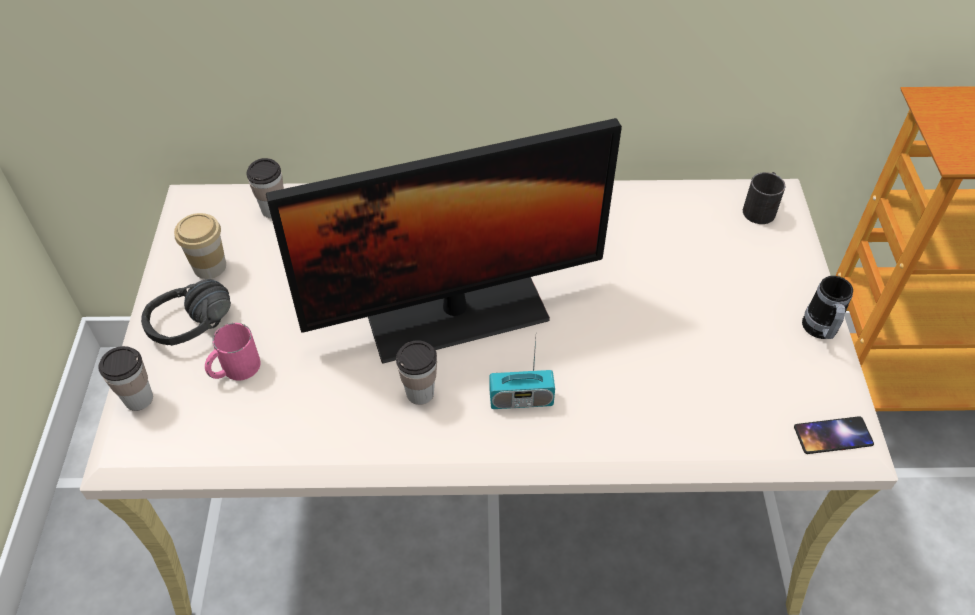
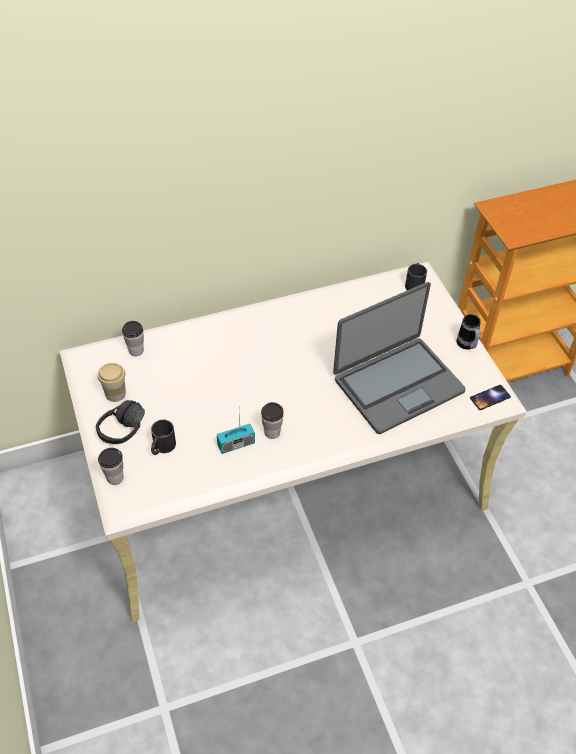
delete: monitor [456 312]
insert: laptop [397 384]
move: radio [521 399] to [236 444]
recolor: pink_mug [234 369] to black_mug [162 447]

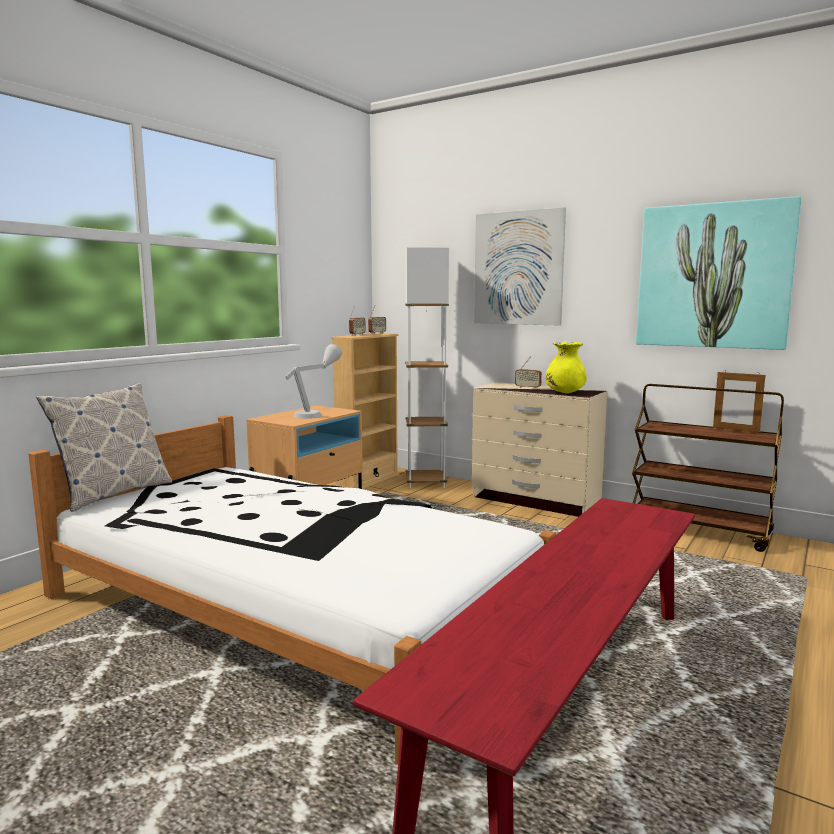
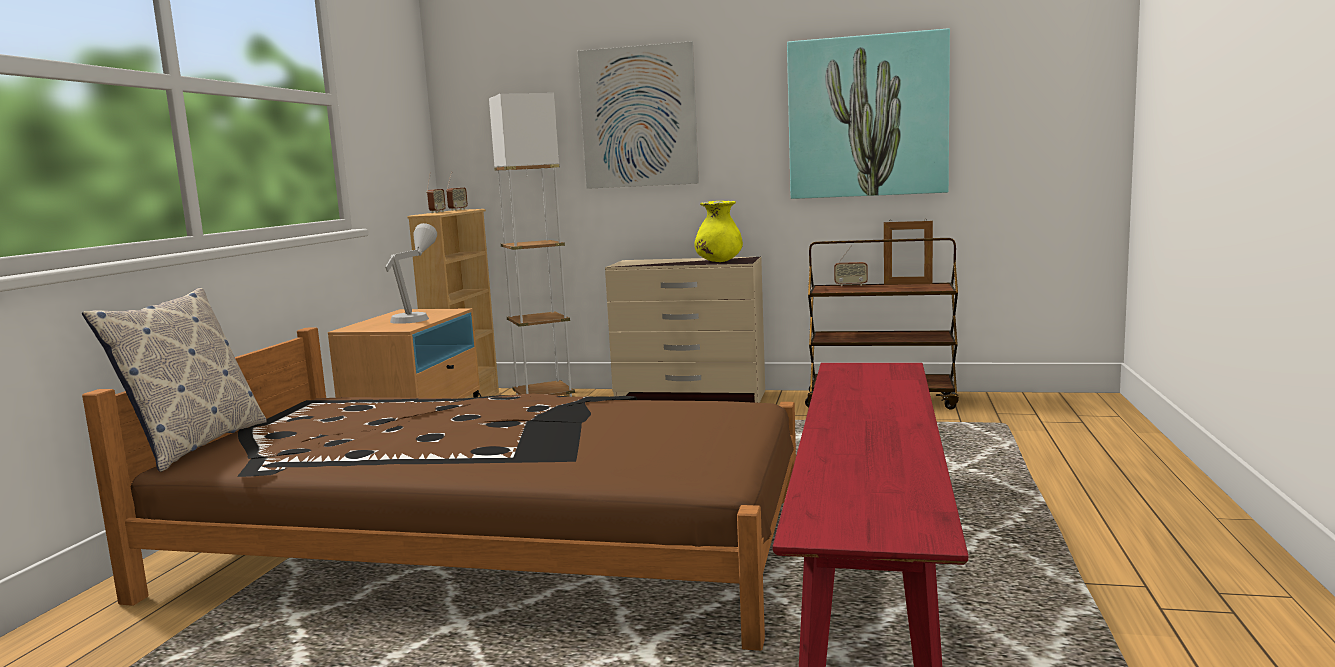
move: radio [528 388] to [851 285]
recolor: white_bed [290 606] to brown_bed [489 547]

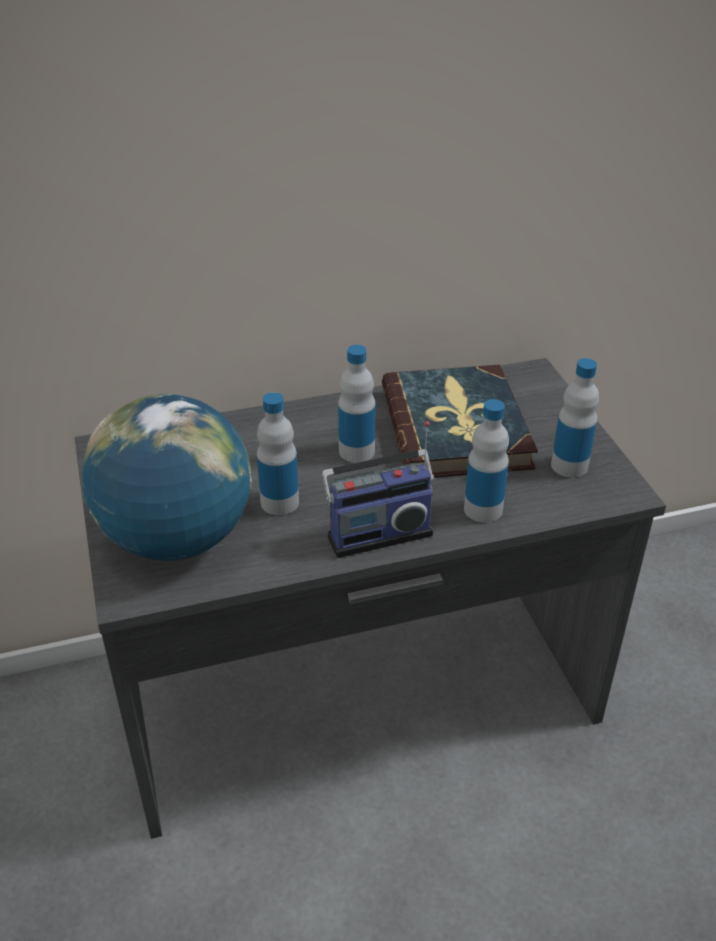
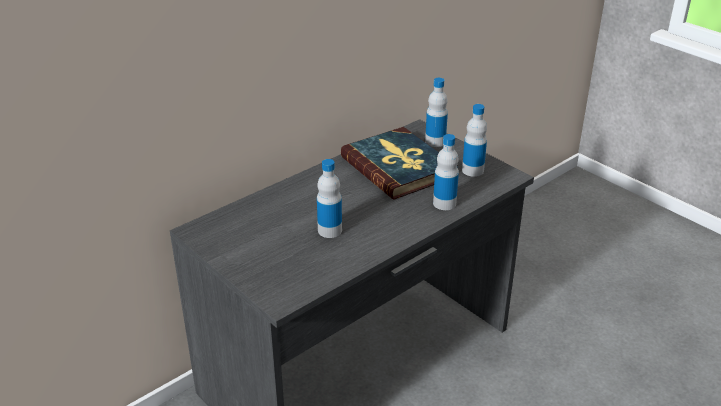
delete: globe [177 539]; radio [378 532]
move: bottle [356 451] to [435 141]

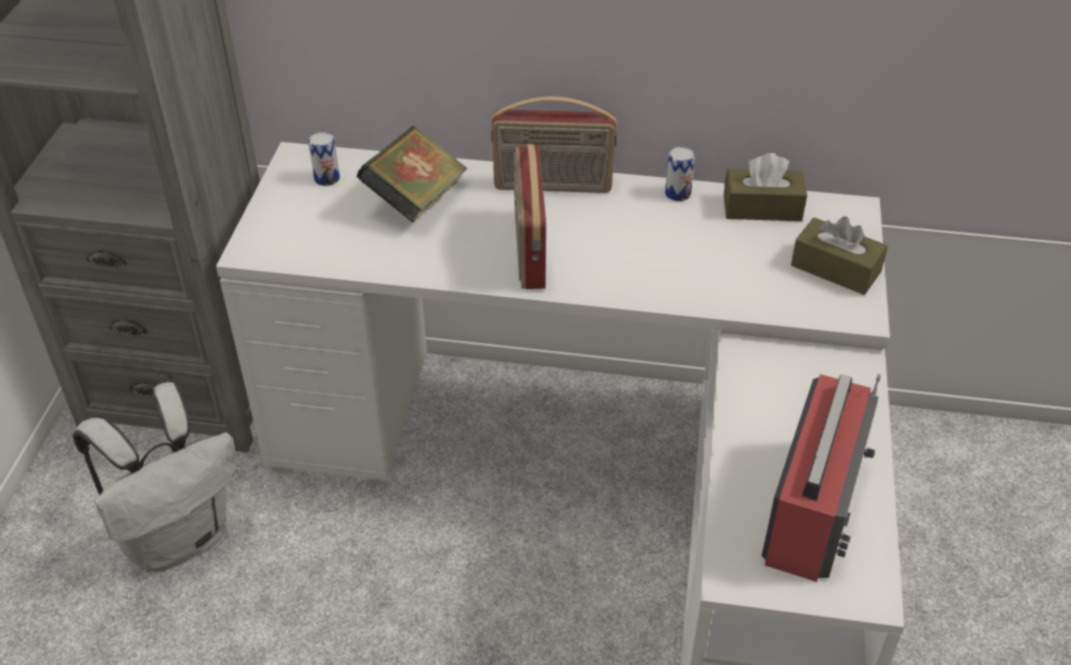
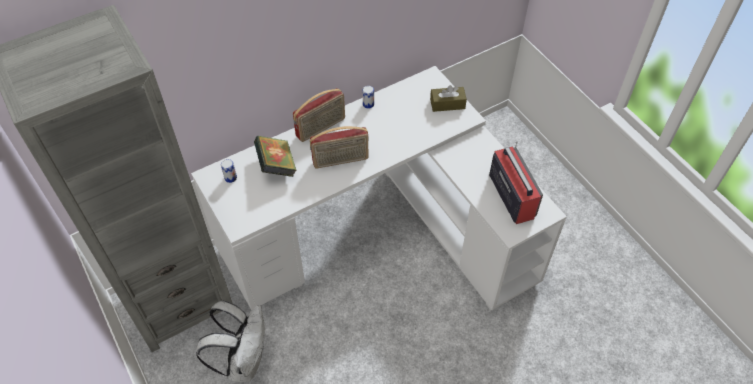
delete: brown_tissue_box [762 208]
rotate: radio [528 250] = [340 160] 60 degrees counterclockwise

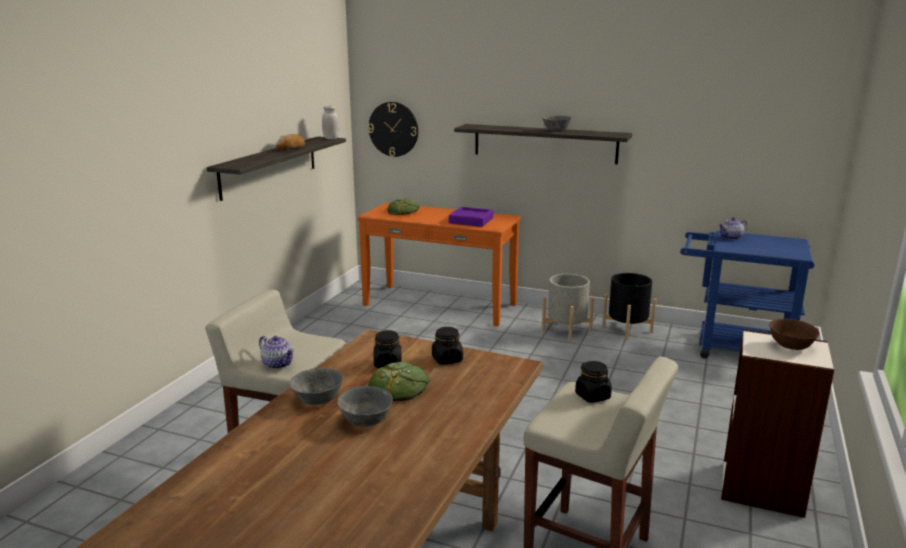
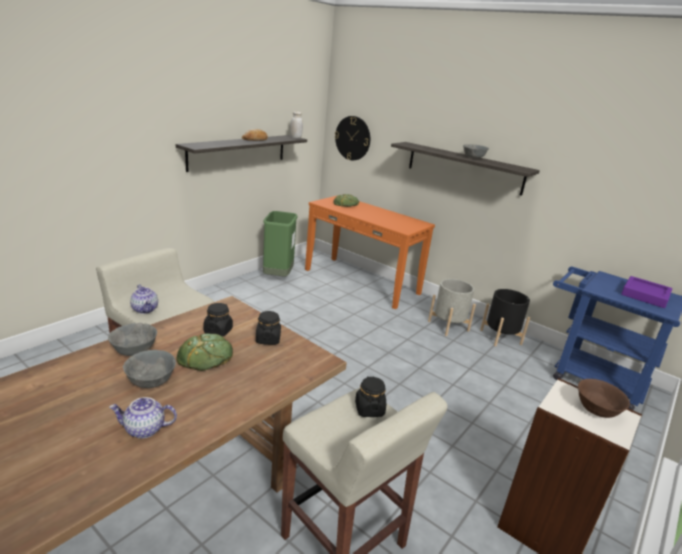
insert: green_trash_can [278 276]
move: purple_tray [471 220] to [645 295]; teapot [731 237] to [144 429]

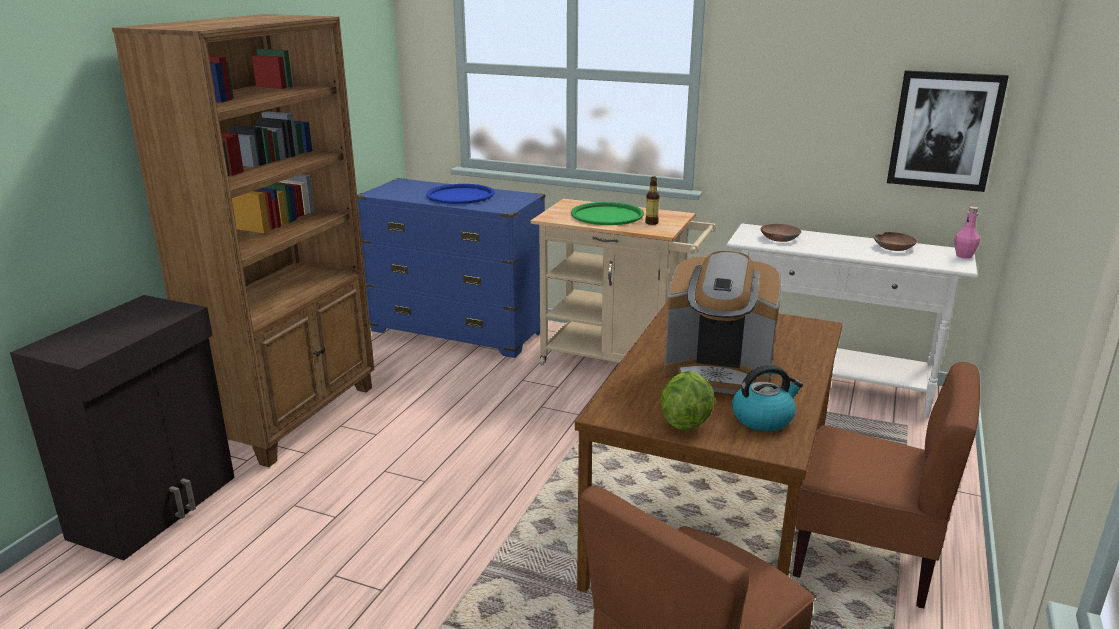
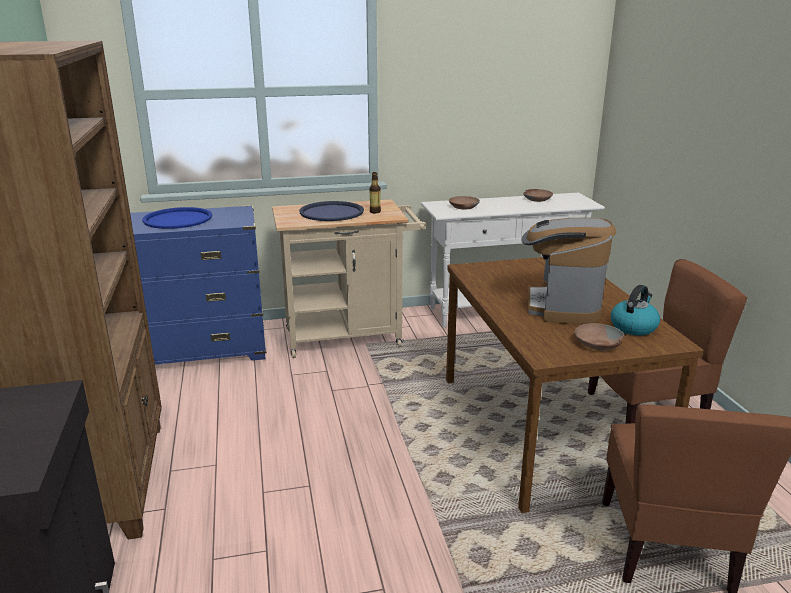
delete: picture [944 130]; pink_bottle [963 256]
replace: lettuce [685 421] to brown_bowl [597 344]
recolor: green_tray [607 215] to blue_tray [331 212]
rotate: coffee_machine [718 372] = [562 306] 120 degrees clockwise

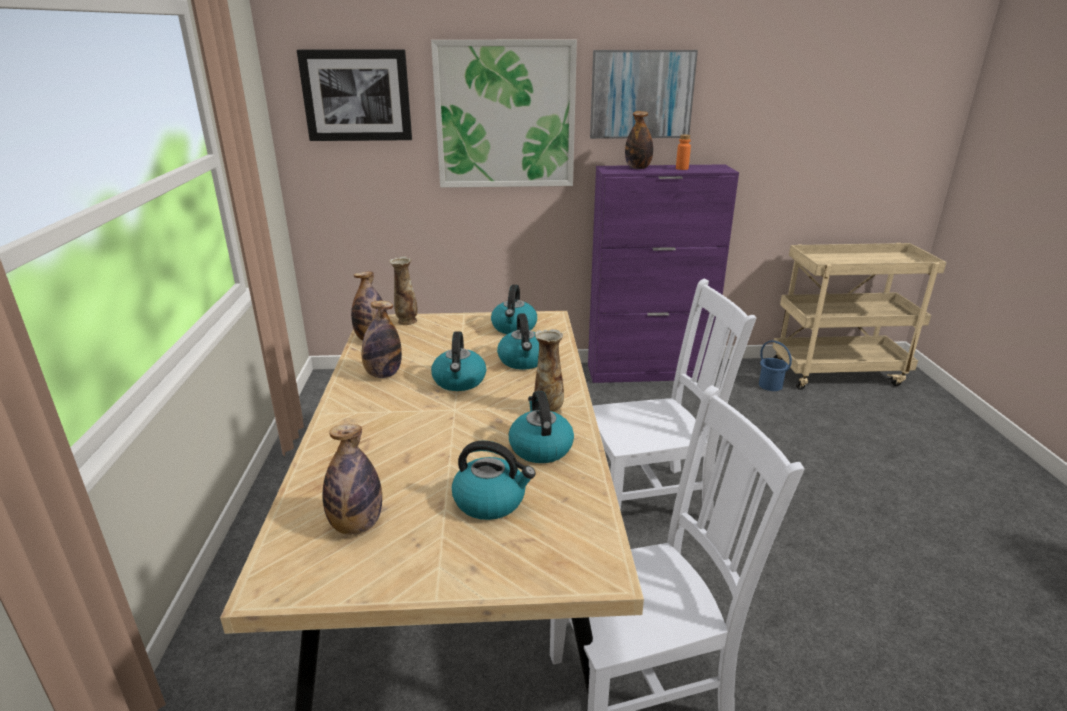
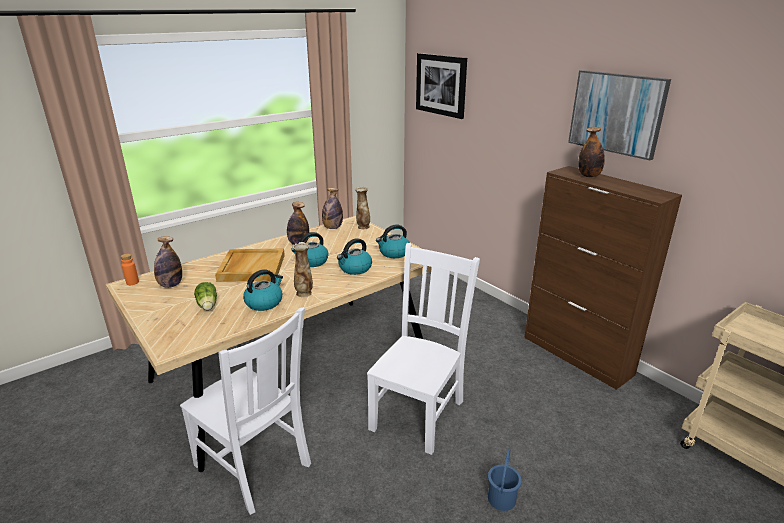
delete: picture [505 115]
insert: beige_tray [251 267]
move: orange_bottle [682 168] to [132 282]; blue_bucket [770 385] to [502 498]
replace: kettle [491 501] to lettuce [207 306]
recolor: purple_cabinet [649 372] to brown_cabinet [577 356]
rotate: white_chair [651 499] = [419 413] 105 degrees counterclockwise

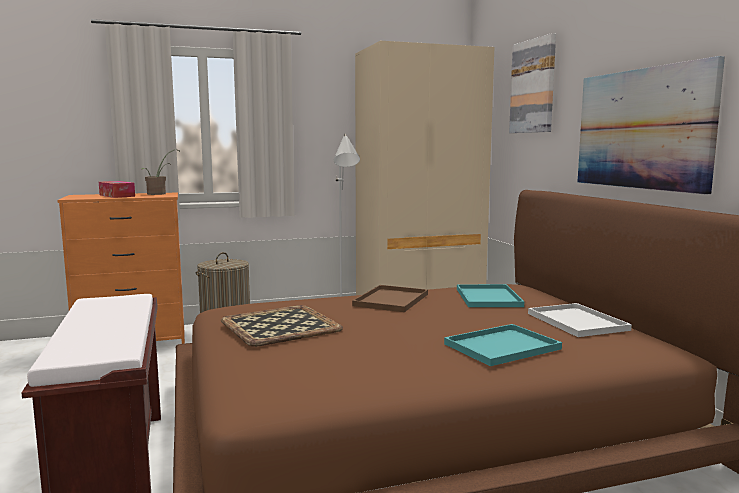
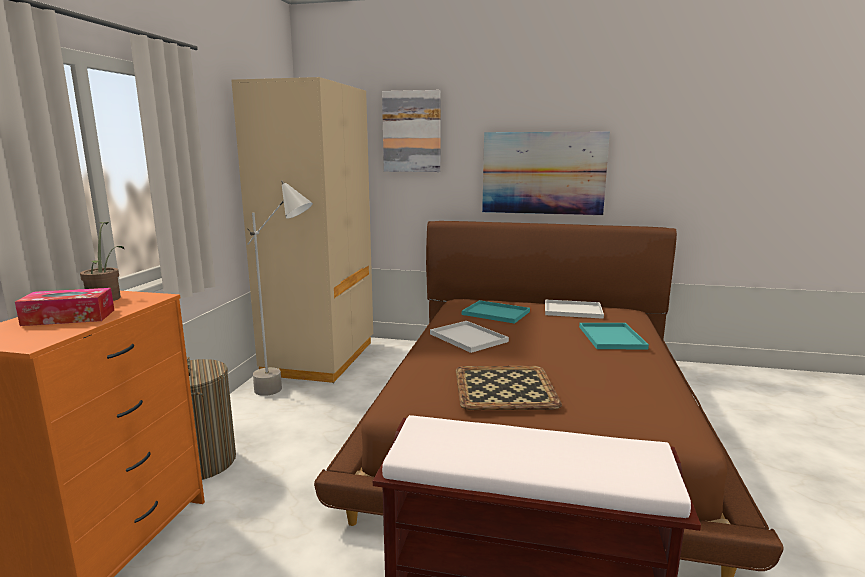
recolor: brown_tray [391 300] to white_tray [469 338]

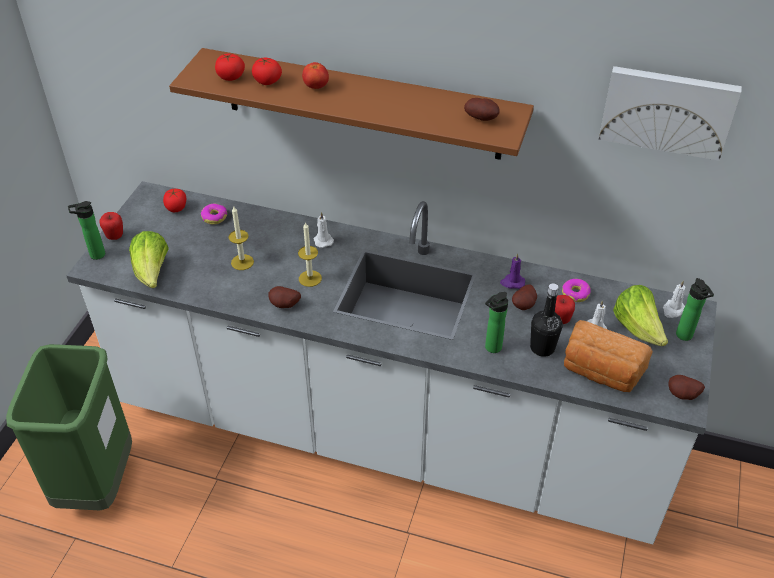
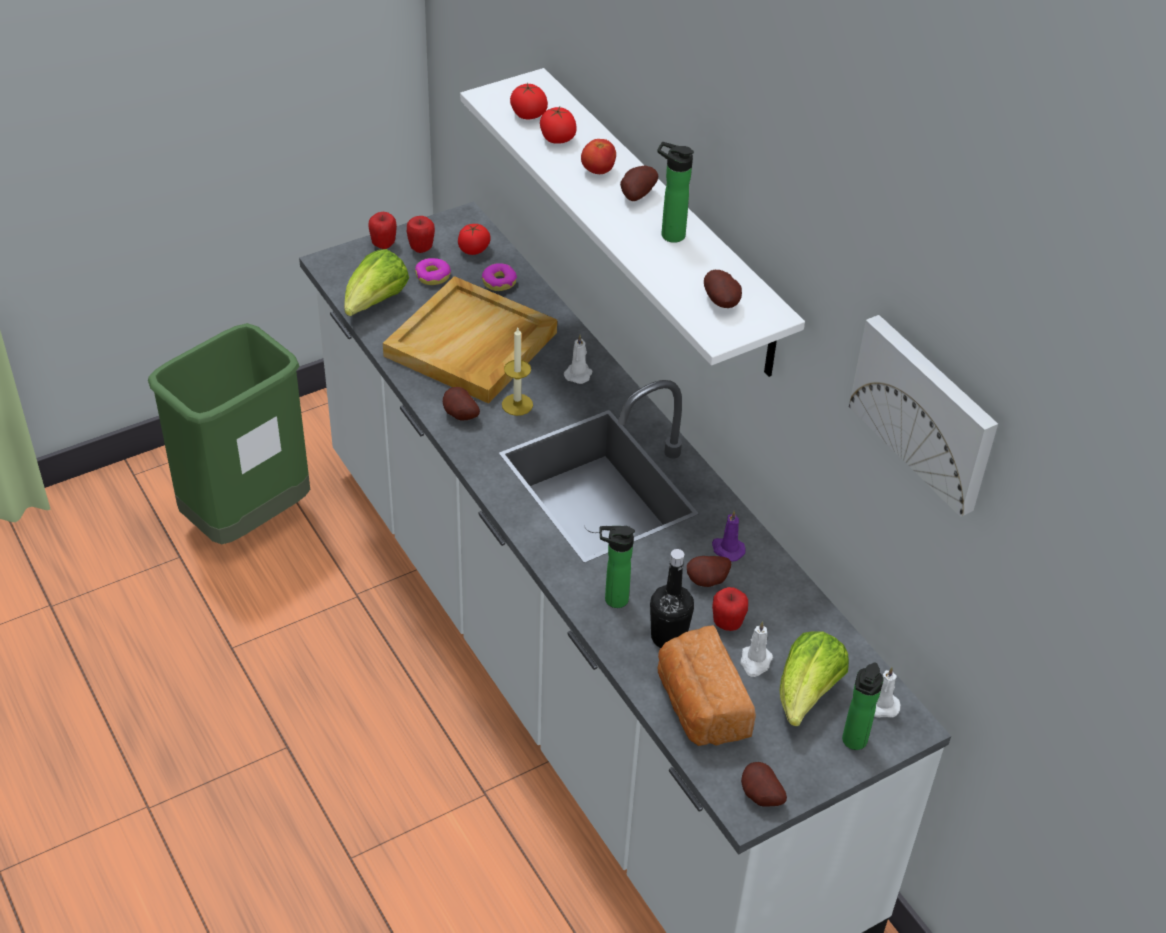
insert: apple [421 248]; potato [636 195]
move: bottle [95 255] to [669 234]; donut [575 293] to [433 276]
replace: candle [242 262] to beige_tray [471 345]
recolor: brown_shelf [361 104] to white_shelf [660 222]

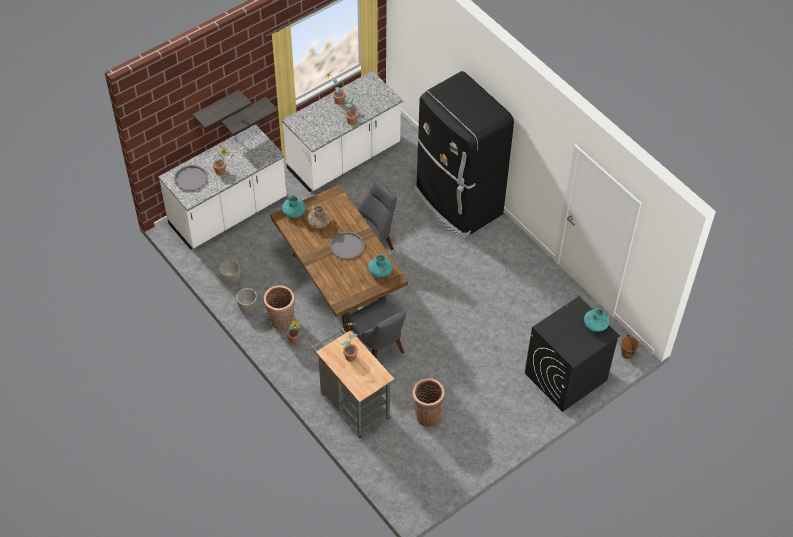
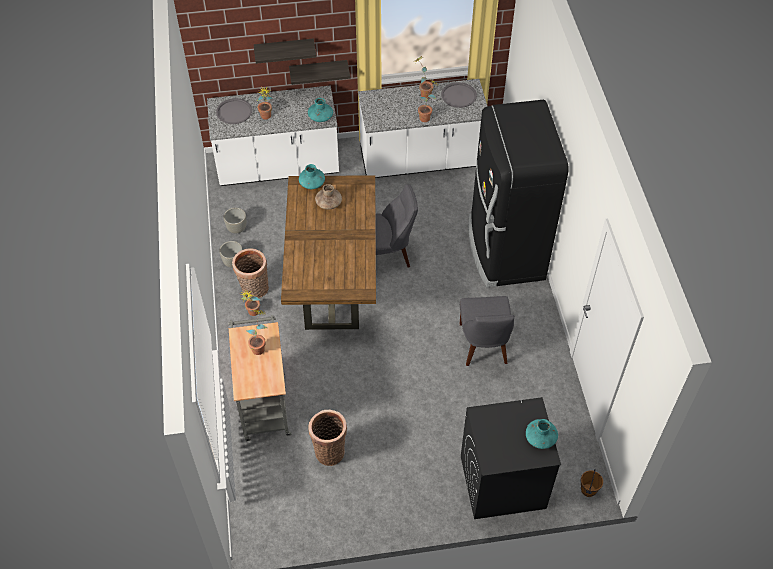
move: grey_tray [347 246] to [459 95]; grey_chair [378 347] to [483 346]; turquoise_vase [380 271] to [320 117]

